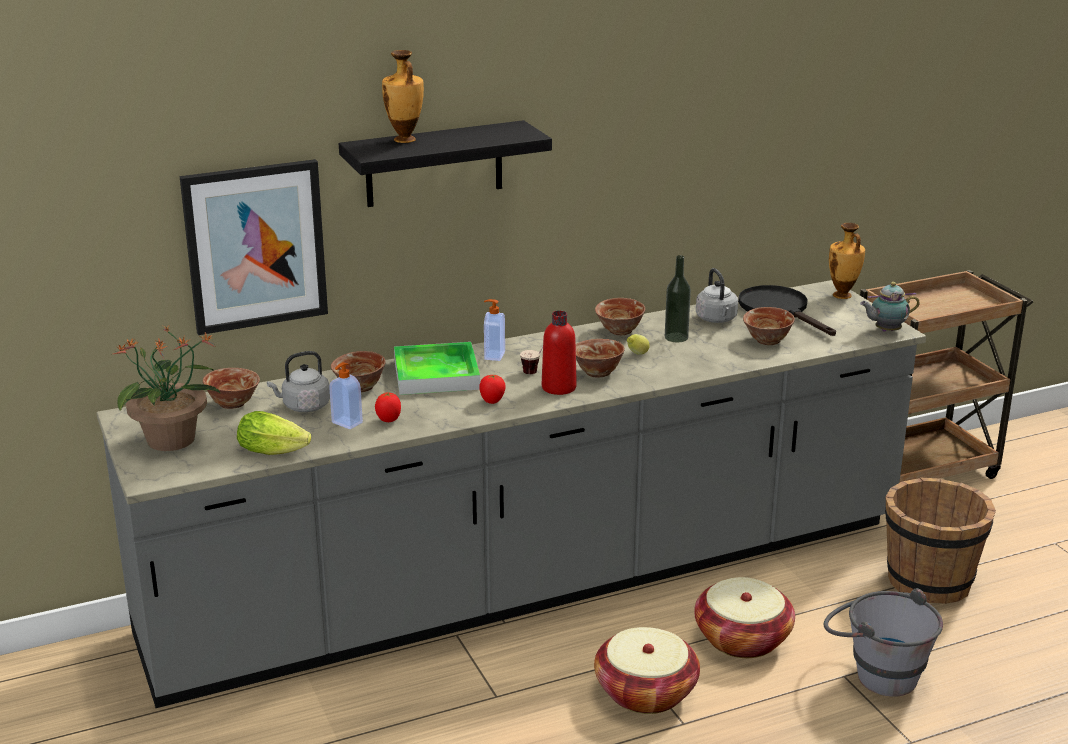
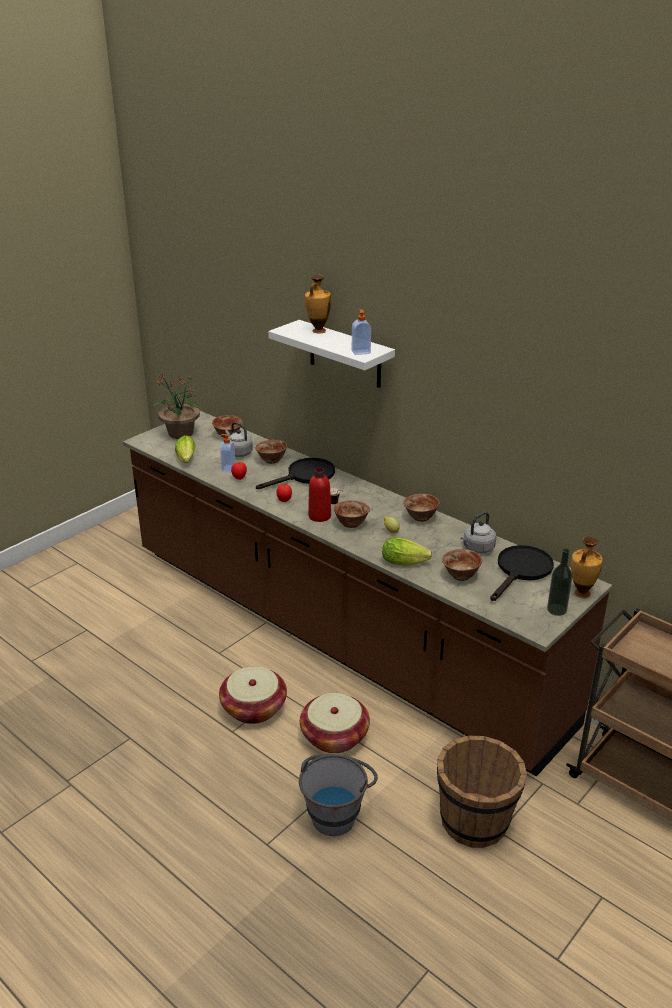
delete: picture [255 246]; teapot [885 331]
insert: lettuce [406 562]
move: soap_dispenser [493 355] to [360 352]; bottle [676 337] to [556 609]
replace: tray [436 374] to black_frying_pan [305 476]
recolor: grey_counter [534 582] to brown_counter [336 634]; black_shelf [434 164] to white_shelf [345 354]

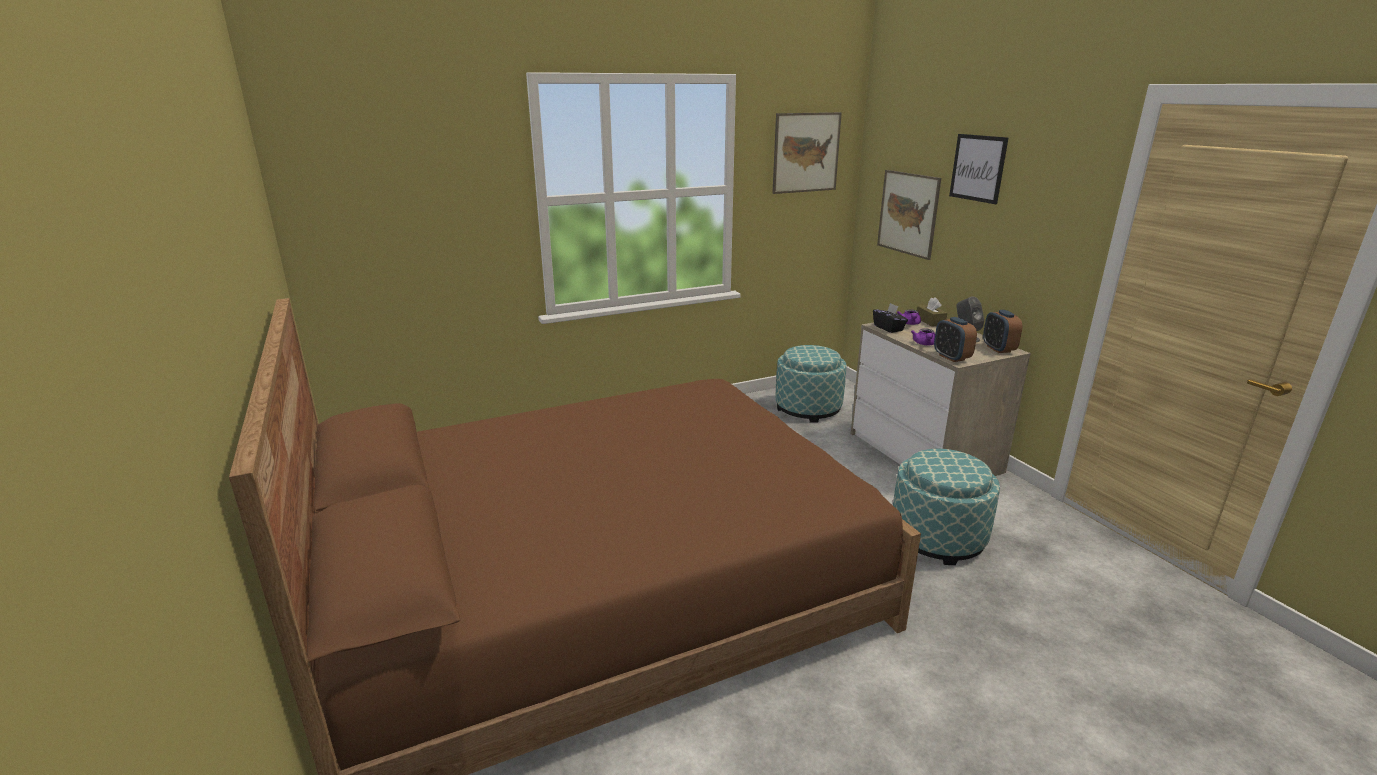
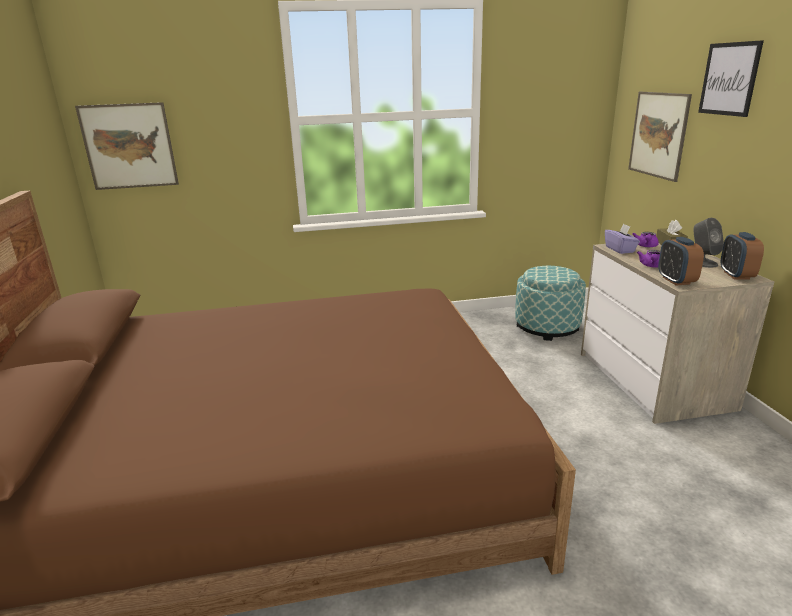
delete: ottoman [938 537]
move: picture [806 152] to [129 146]
recolor: black_tissue_box [888 328] to purple_tissue_box [620 249]

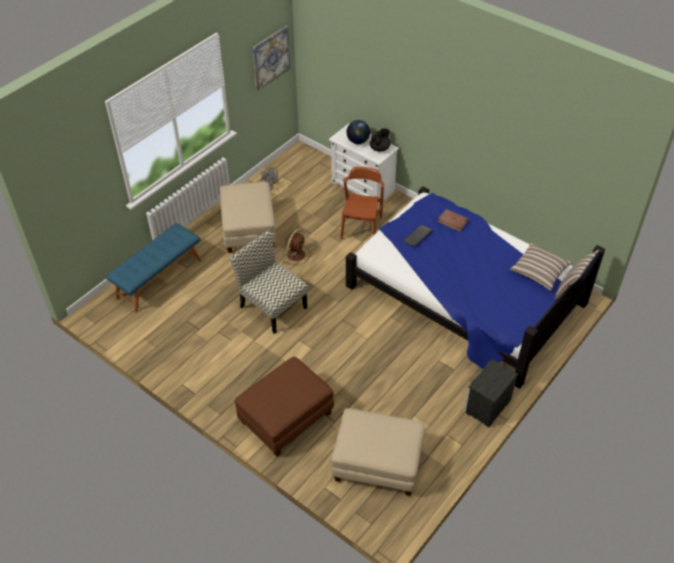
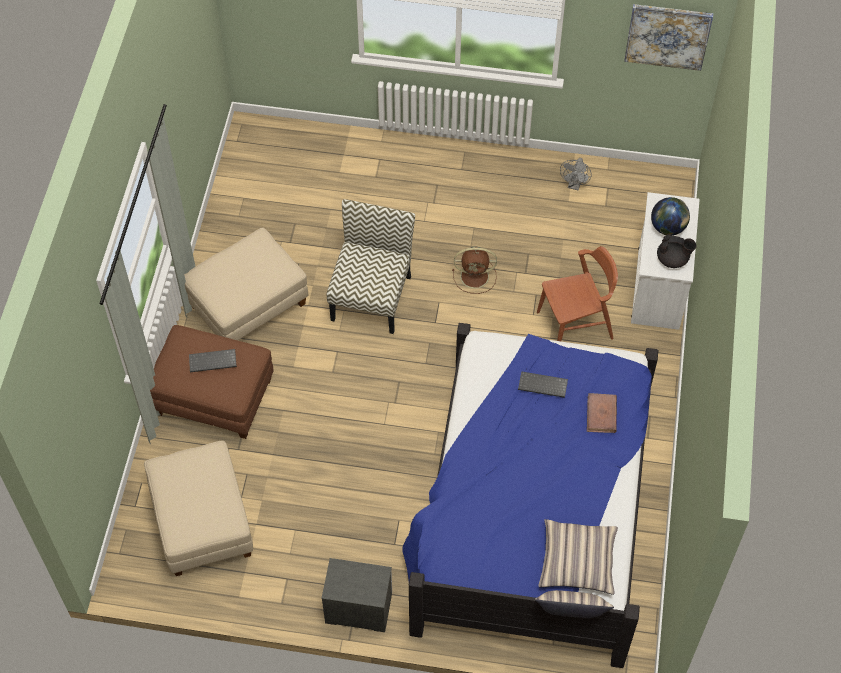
delete: blue_bench [159 278]
insert: keyboard [212 362]
move: beige_ottoman [248 230] to [248 305]

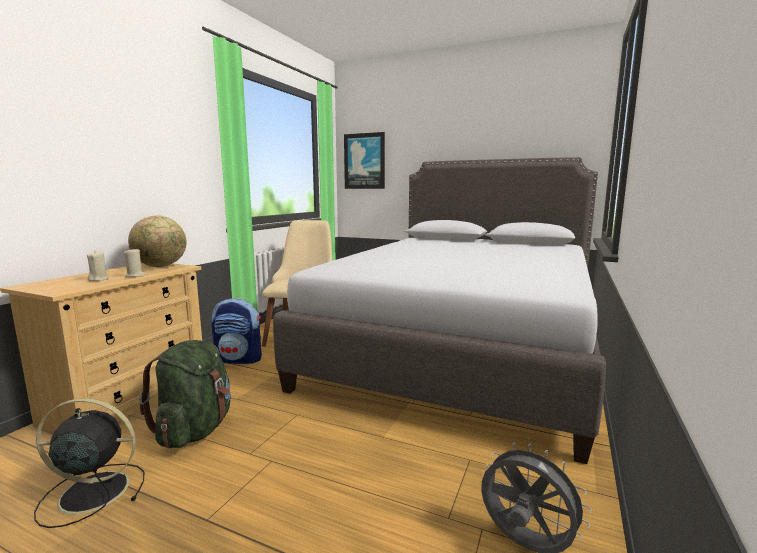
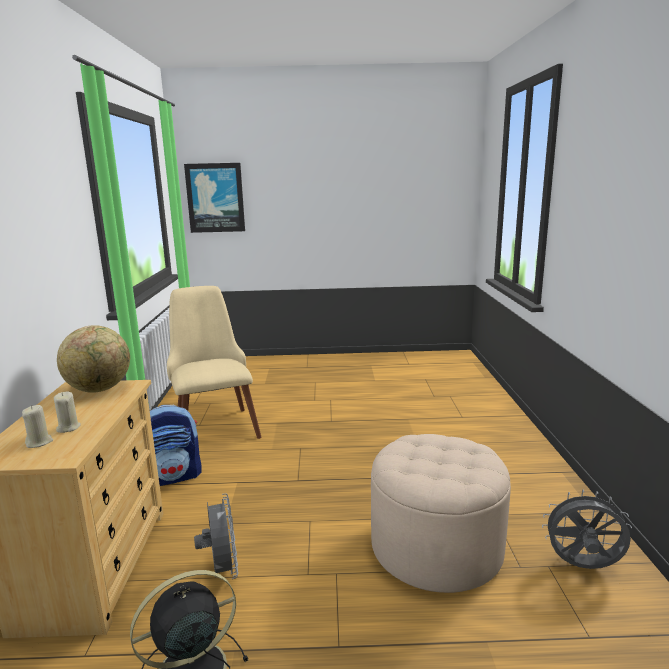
delete: grey_bed [462 346]
insert: beige_ottoman [436 547]
move: beige_candle [135 275] to [39 442]
replace: green_backpack [195 430] to grey_fan [222 571]

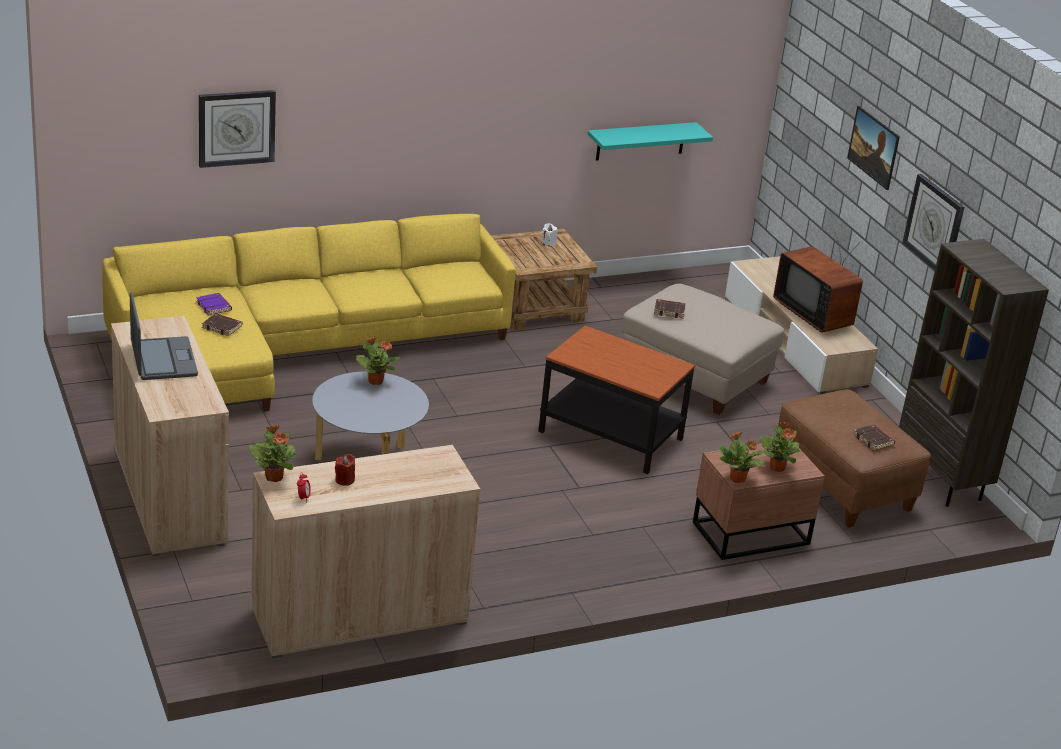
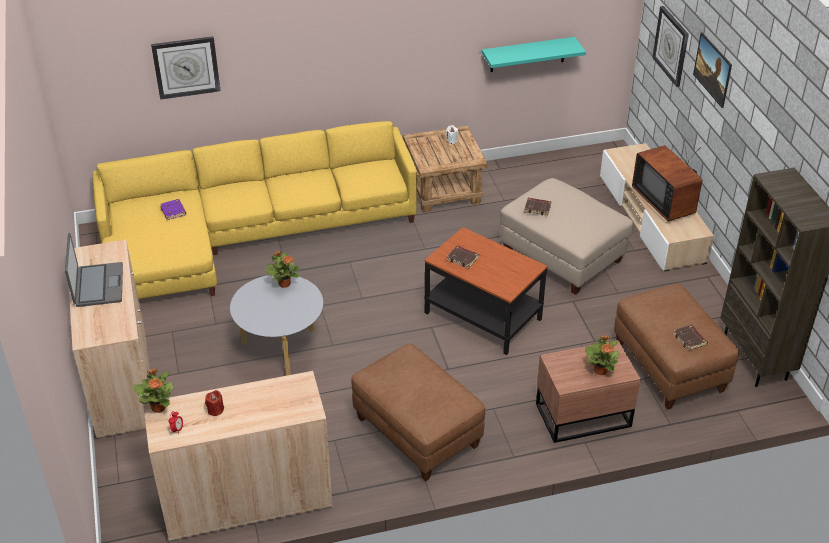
delete: potted_plant [738 479]
insert: brown_ottoman [416 433]
move: brown_book [222 327] to [463 258]; wall_clock [934 225] to [671 46]

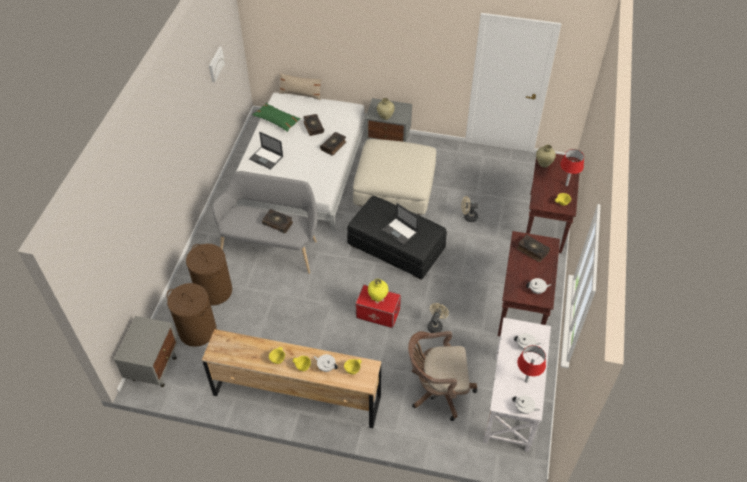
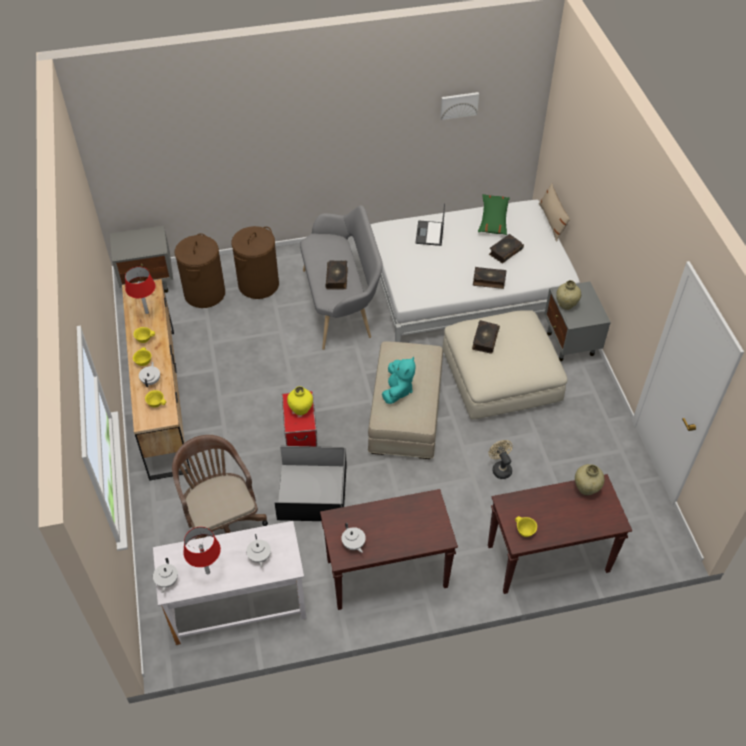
move: book [532 250] to [484 340]; red_table_lamp [566 185] to [146 312]
replace: laptop [400 231] to turquoise_plush_toy [397 390]; beige_fan [436 325] to black_storage_box [312 491]
recolor: black_ottoman [396 247] to beige_ottoman [406 412]

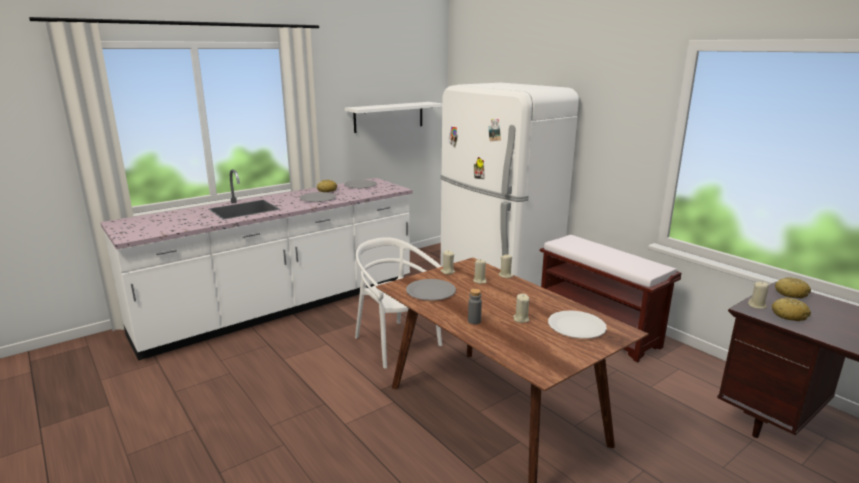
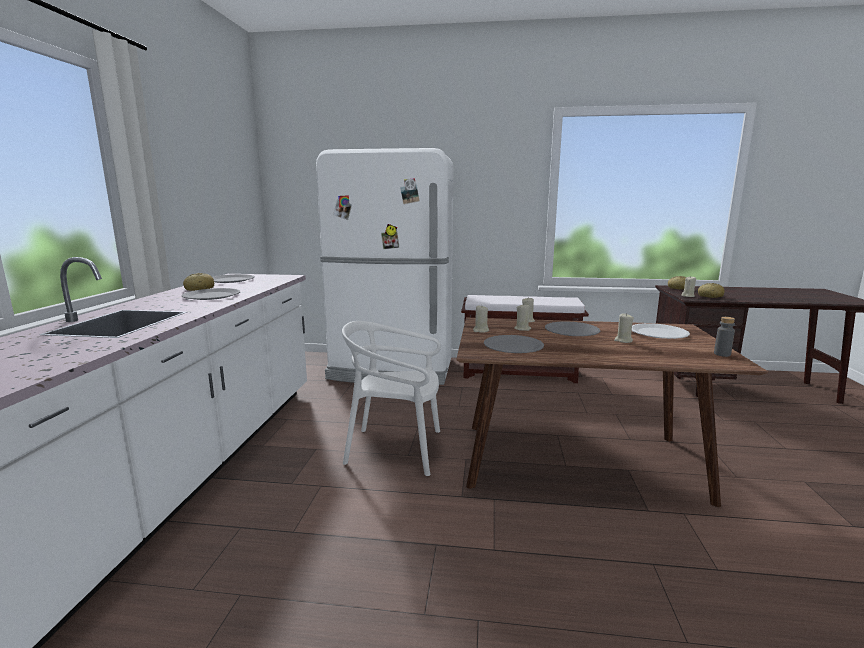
delete: white_shelf [389 117]
insert: grey_plate [571 331]
move: grey_bottle [474 321] to [722 354]

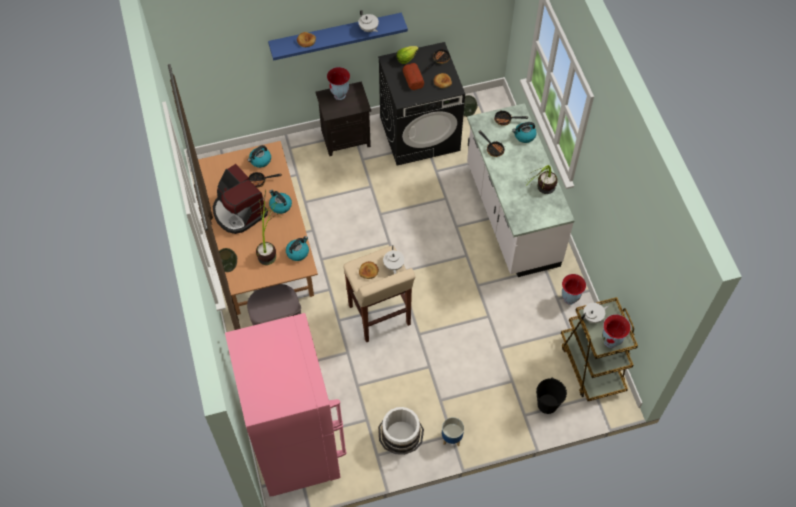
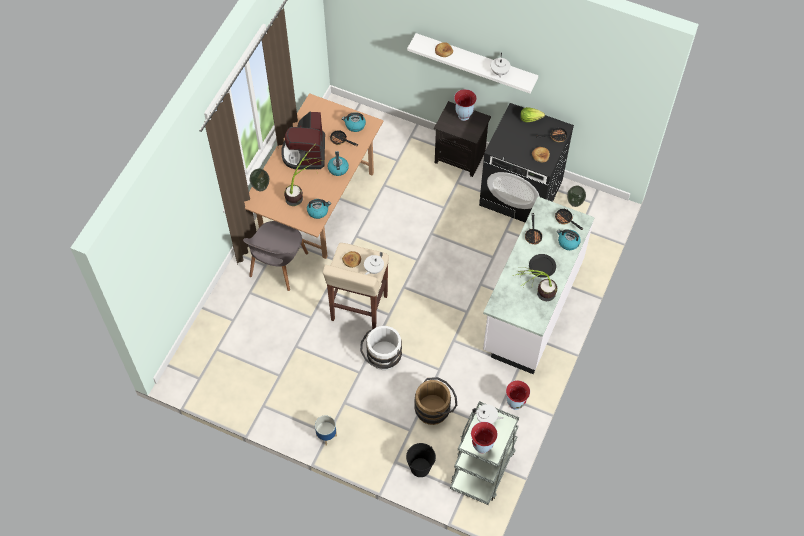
delete: pink_fridge [296 447]; bread [413 78]
insert: brown_bucket [435 408]; black_plate [542 266]
move: white_bucket [400 441] to [382 358]
recolor: blue_shelf [336 35] to white_shelf [475 61]; brown_cart [592 365] to grey_cart [483 466]

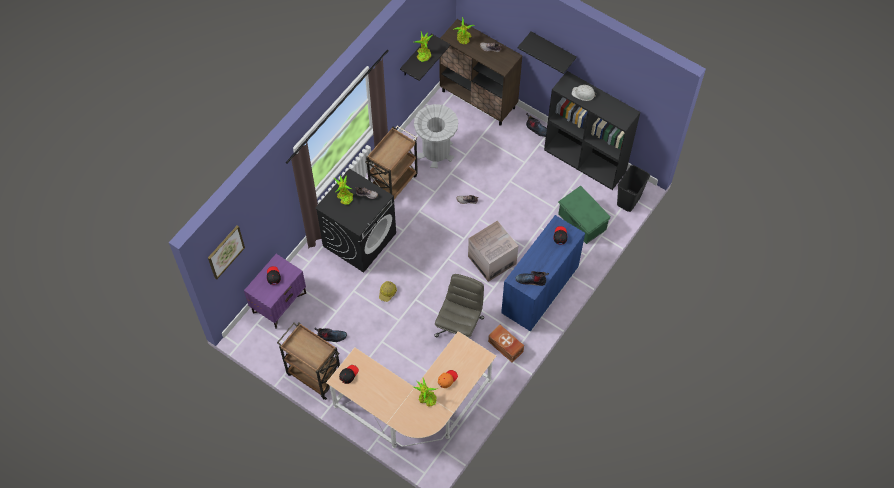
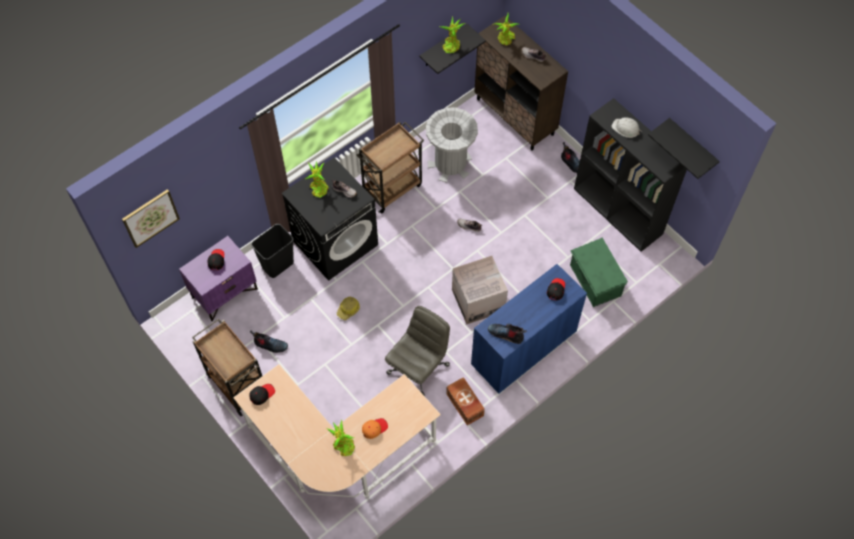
move: black_shelf [553 49] to [691 146]; black_trash_can [629 201] to [278 265]

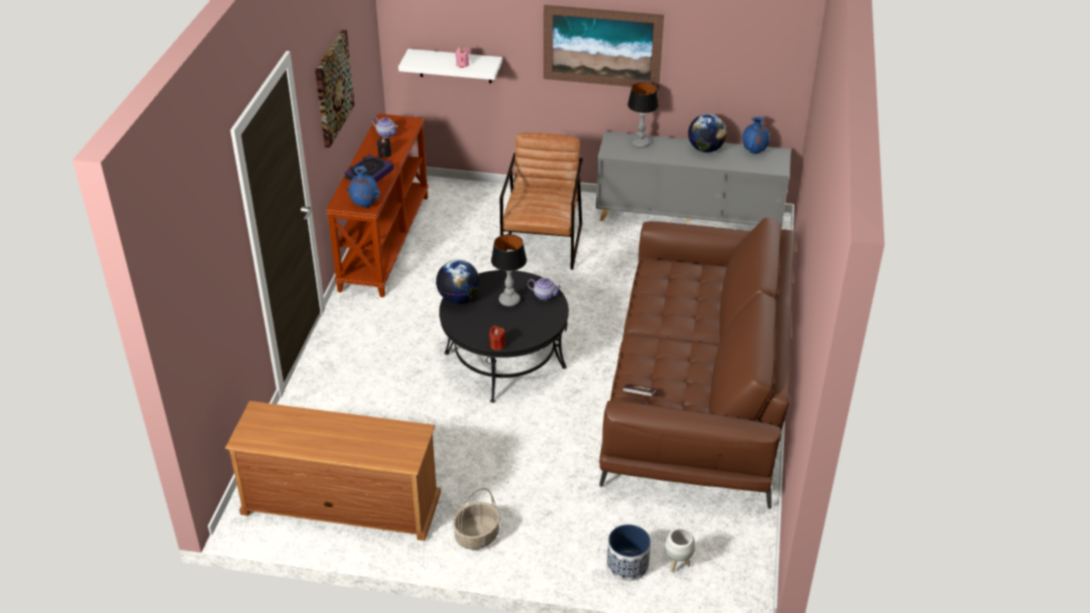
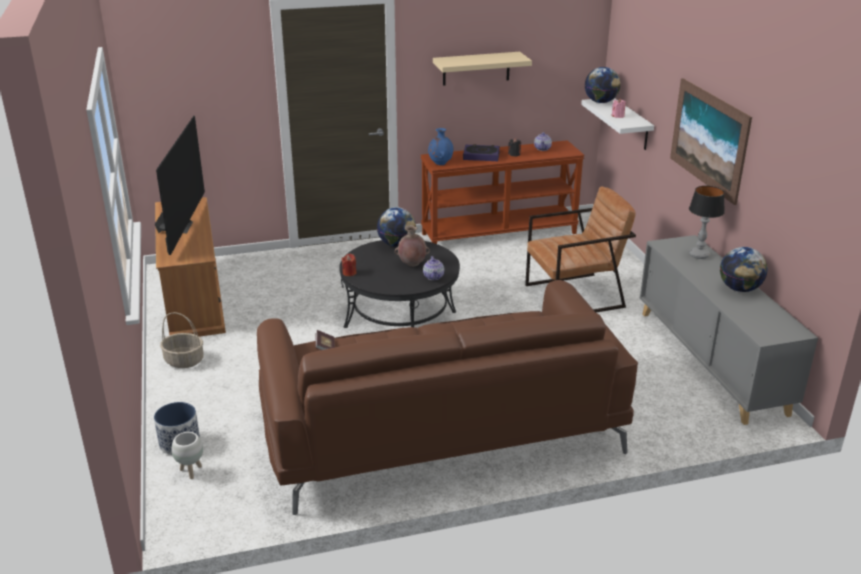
delete: blue_vase [754 152]
insert: television [180 227]; globe [601 102]
replace: picture [332 88] to beige_shelf [476 68]; table_lamp [509 301] to brown_vase [412 264]

